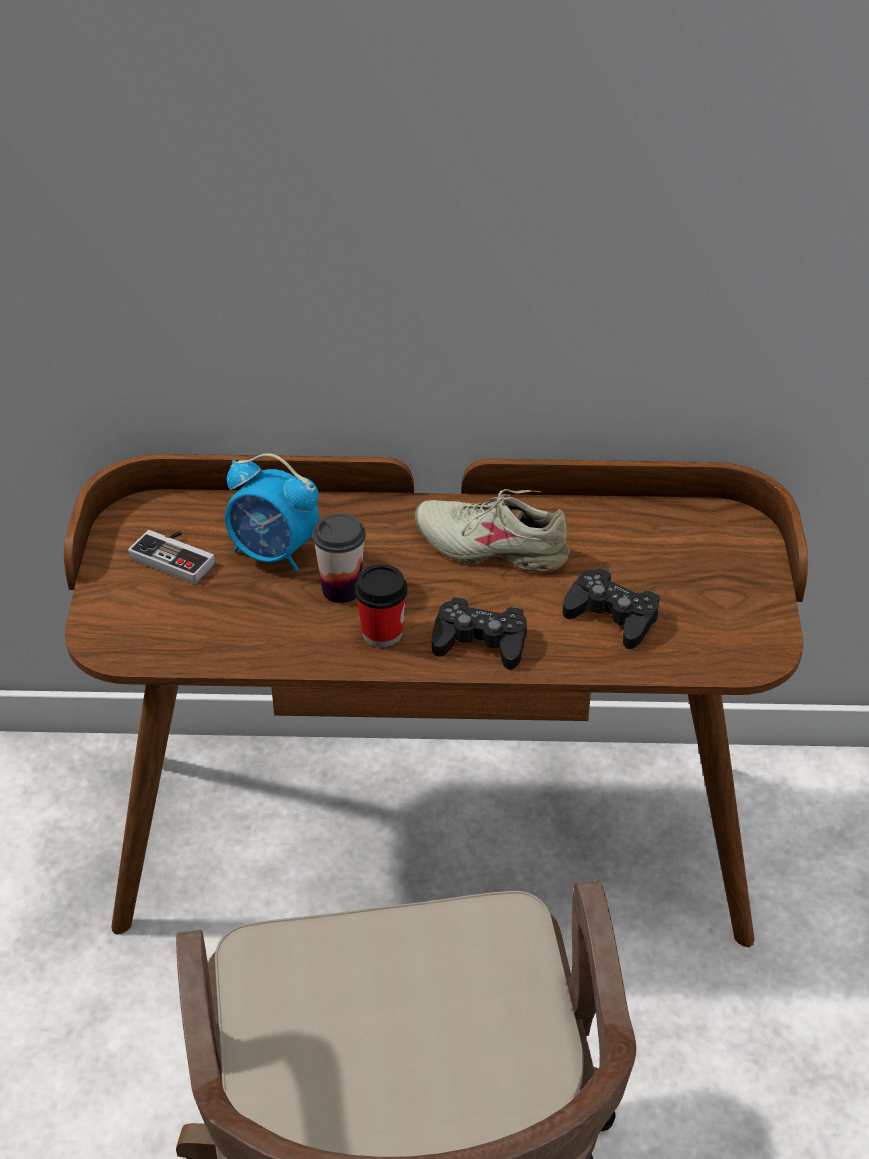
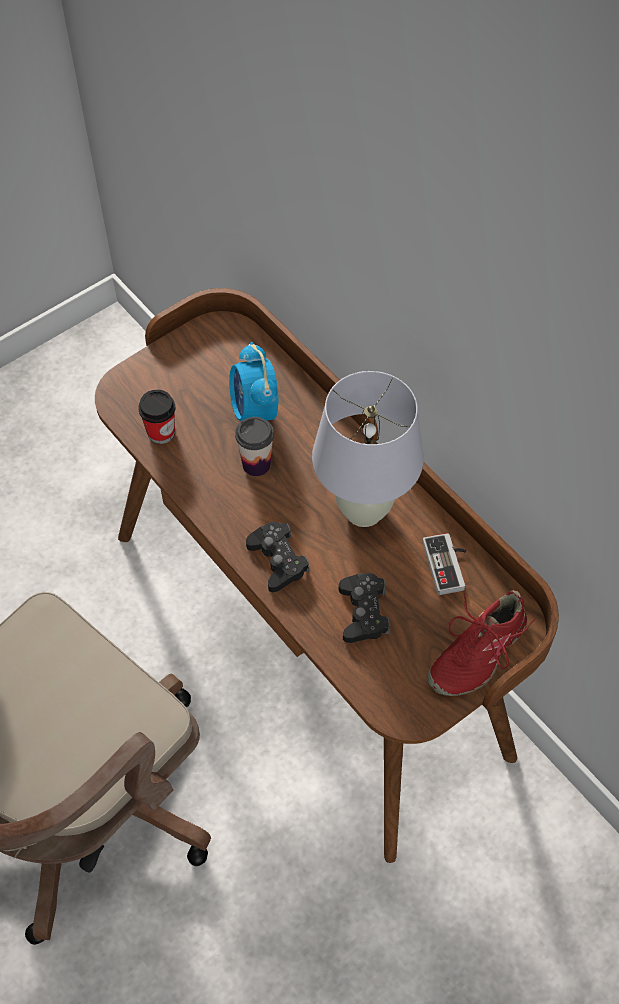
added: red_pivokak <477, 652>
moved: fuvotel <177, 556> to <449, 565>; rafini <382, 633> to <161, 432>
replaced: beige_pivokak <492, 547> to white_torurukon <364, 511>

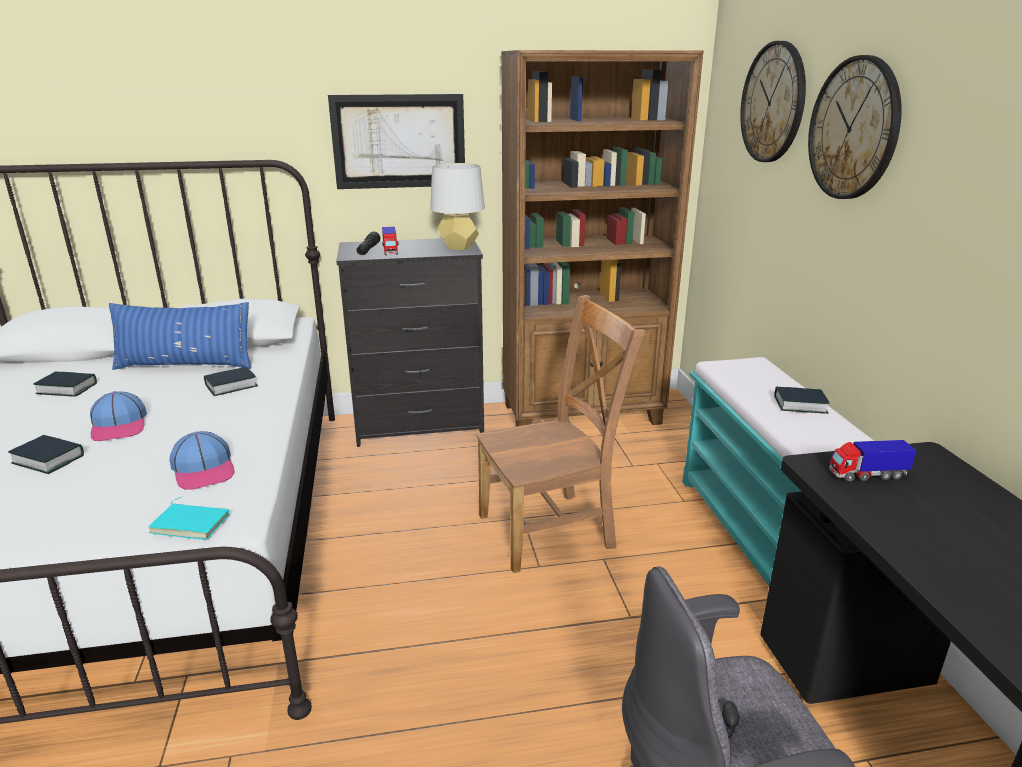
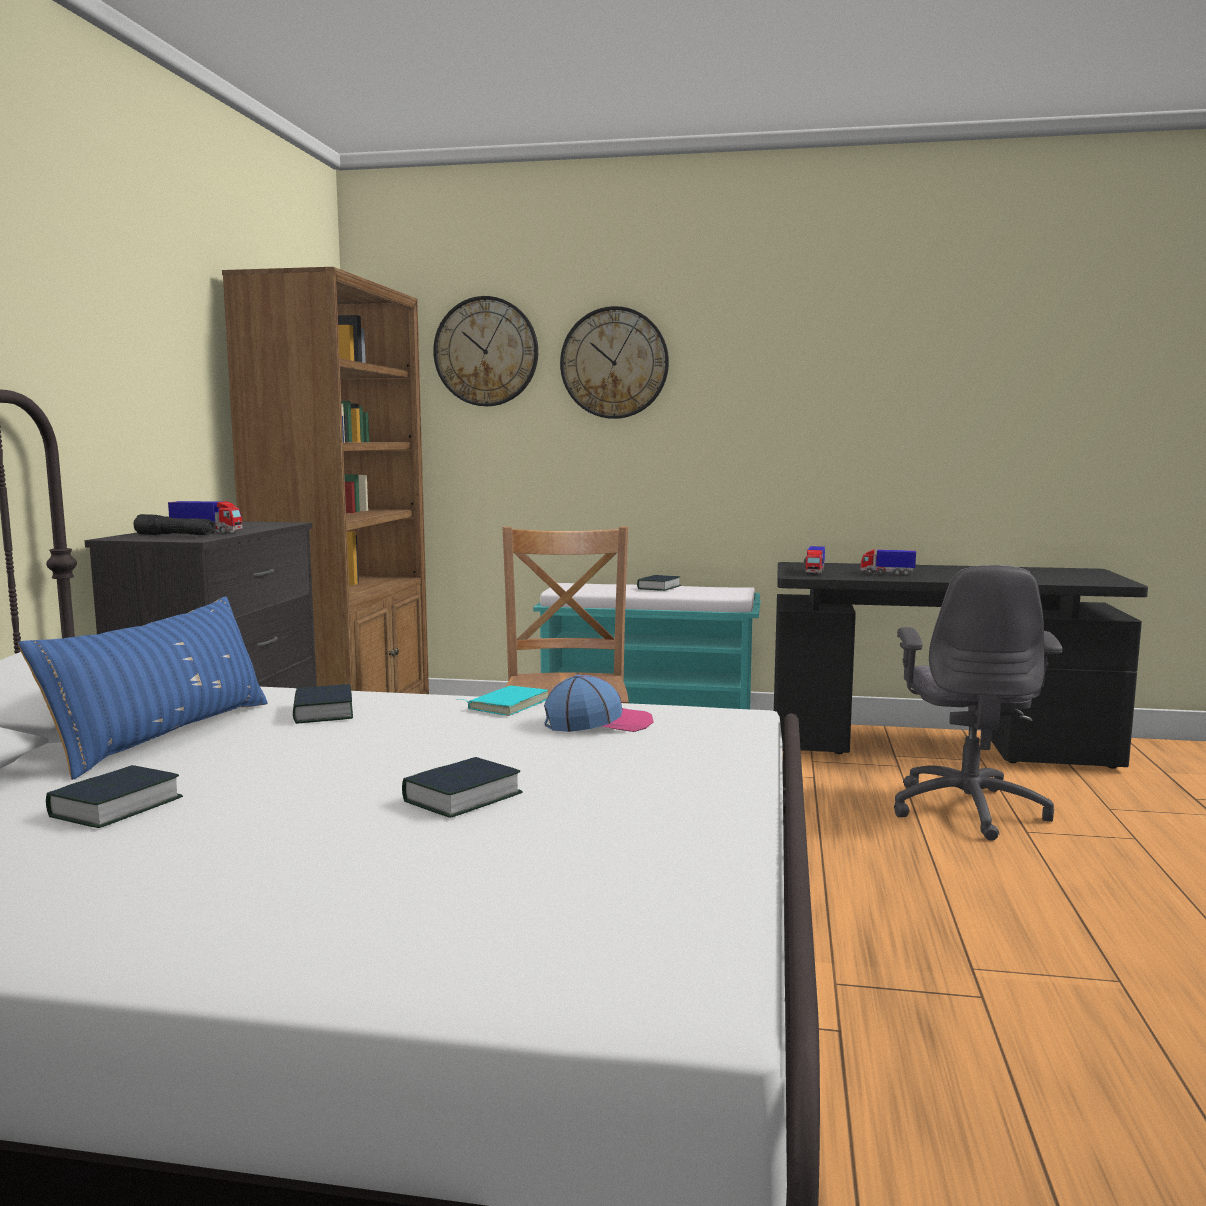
removed: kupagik <120, 426>; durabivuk <399, 141>; grey_torurukon <458, 247>
added: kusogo <887, 574>
moved: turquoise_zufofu <192, 523> to <507, 704>

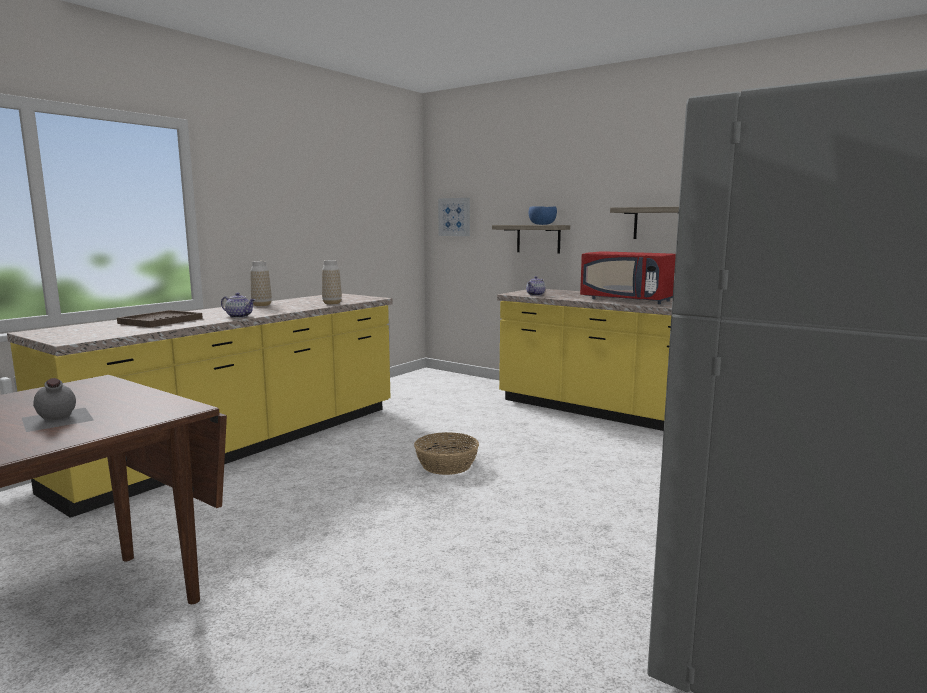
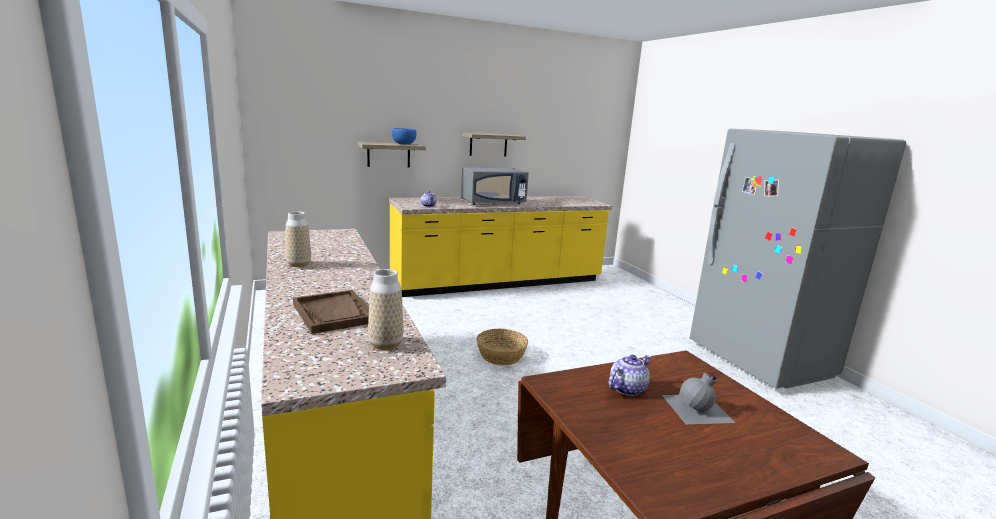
removed: durabivuk <454, 217>
moved: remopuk <239, 316> to <627, 388>; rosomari <332, 303> to <385, 344>
recoloured: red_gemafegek <627, 300> to grey_gemafegek <493, 203>

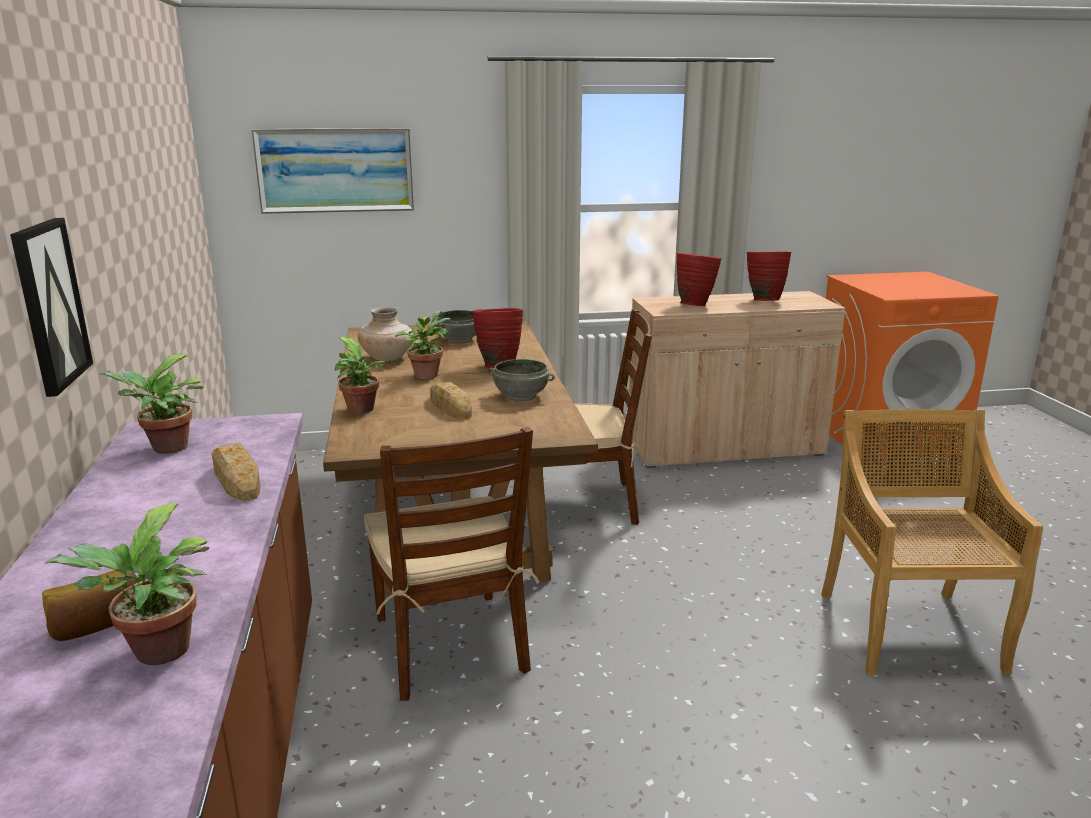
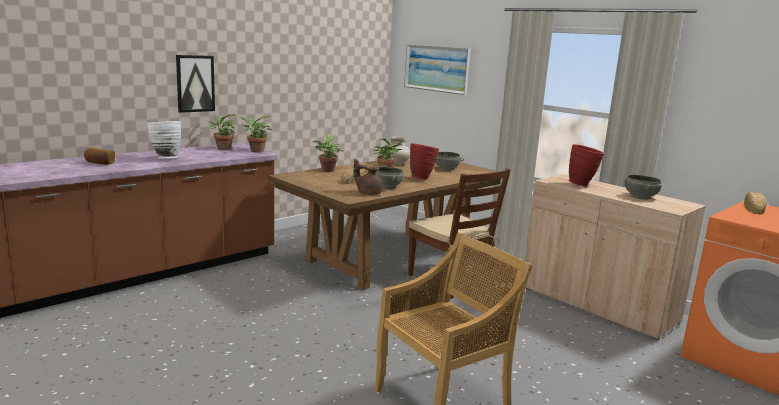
removed: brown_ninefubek <450, 644>
added: white_rosomari <165, 158>; brown_remopuk <368, 193>
moved: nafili <156, 654> to <255, 151>; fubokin <237, 479> to <754, 208>
replaced: red_rosomari <763, 300> to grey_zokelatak <640, 196>

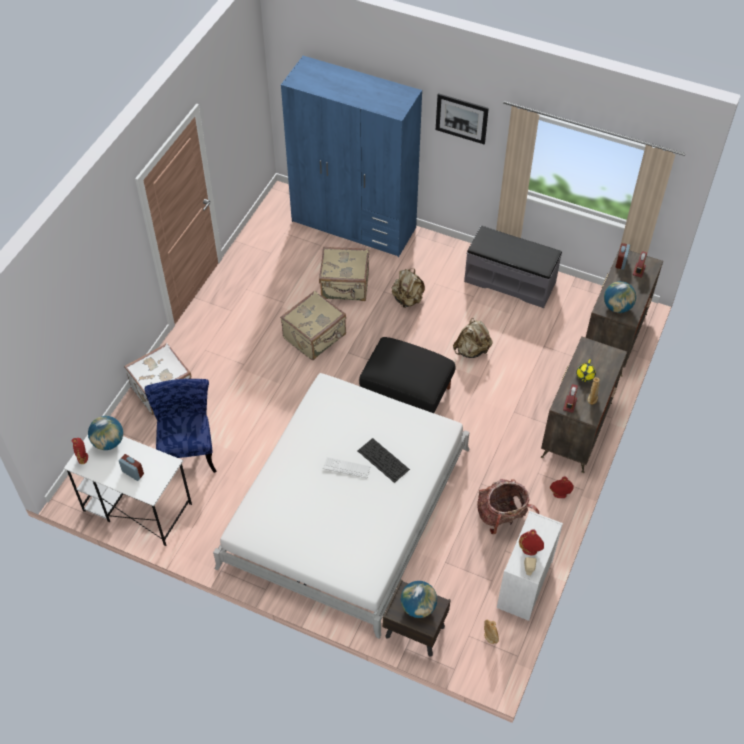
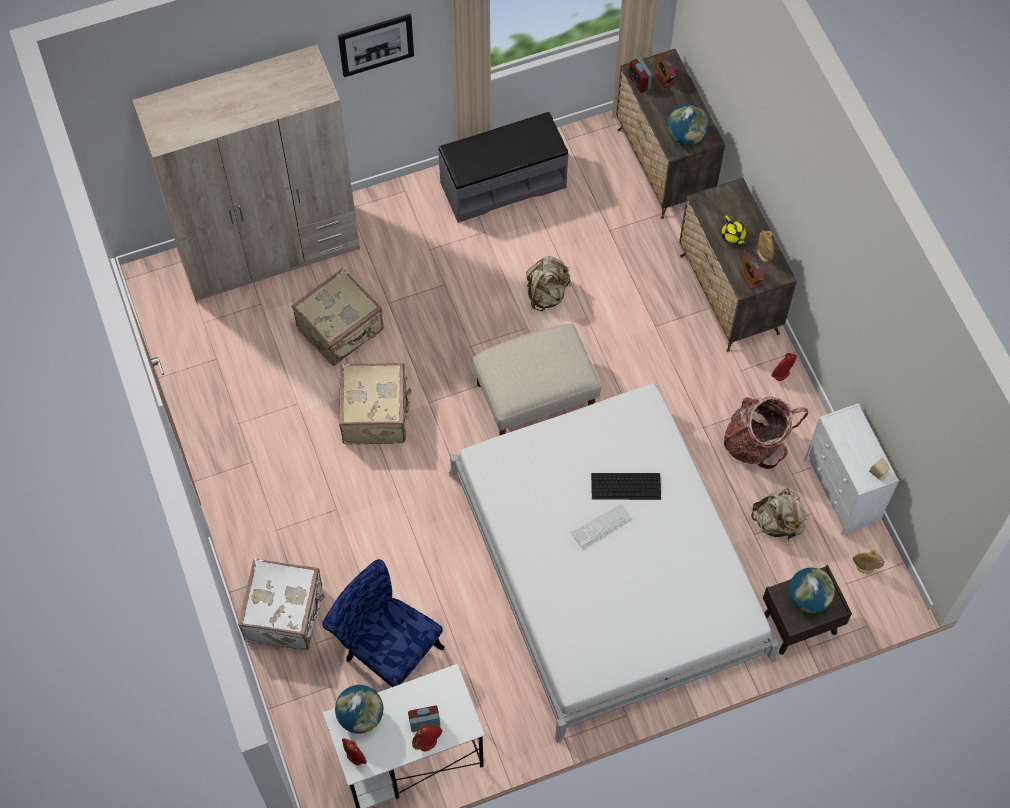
moved: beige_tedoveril <407, 299> to <777, 523>; red_rosomari <529, 550> to <427, 743>
recoloured: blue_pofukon <354, 225> to beige_pofukon <269, 250>; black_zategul <406, 393> to beige_zategul <534, 396>

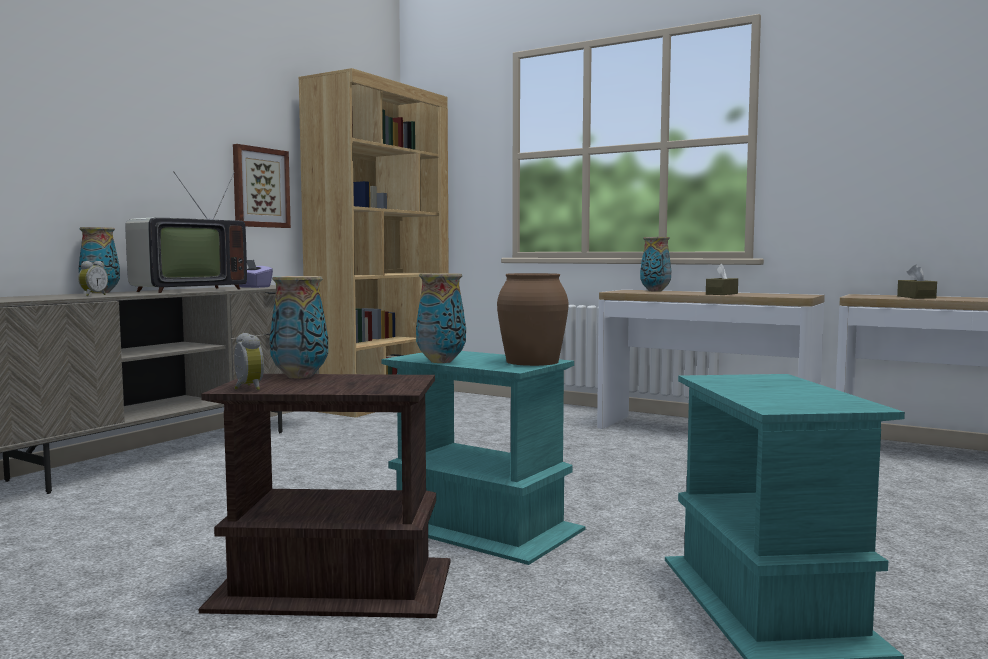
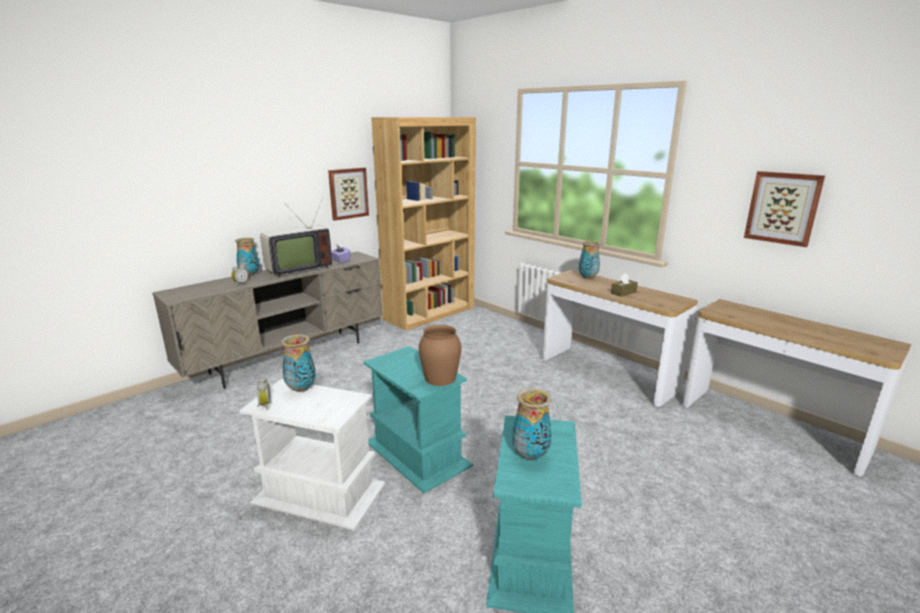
removed: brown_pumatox <916, 297>
added: durabivuk <783, 208>
moved: rosomari <441, 361> to <530, 455>
recoloured: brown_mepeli <336, 585> to white_mepeli <321, 493>

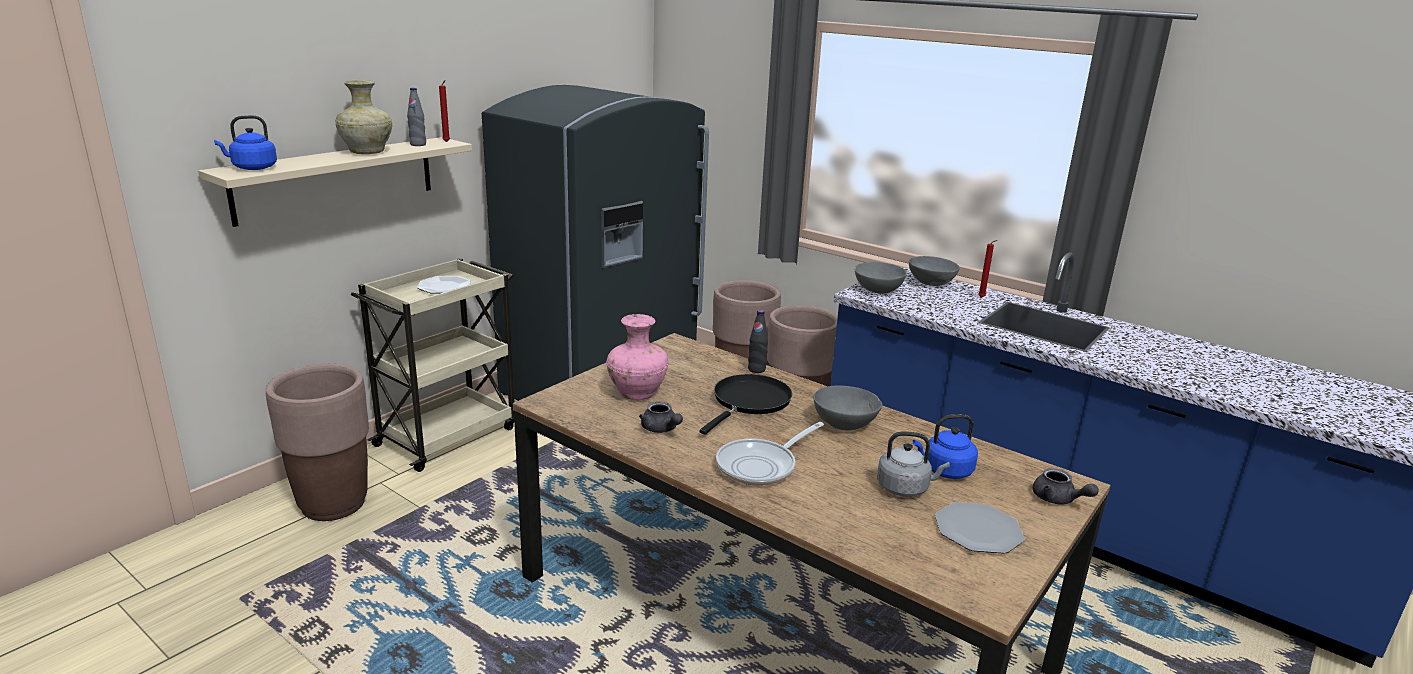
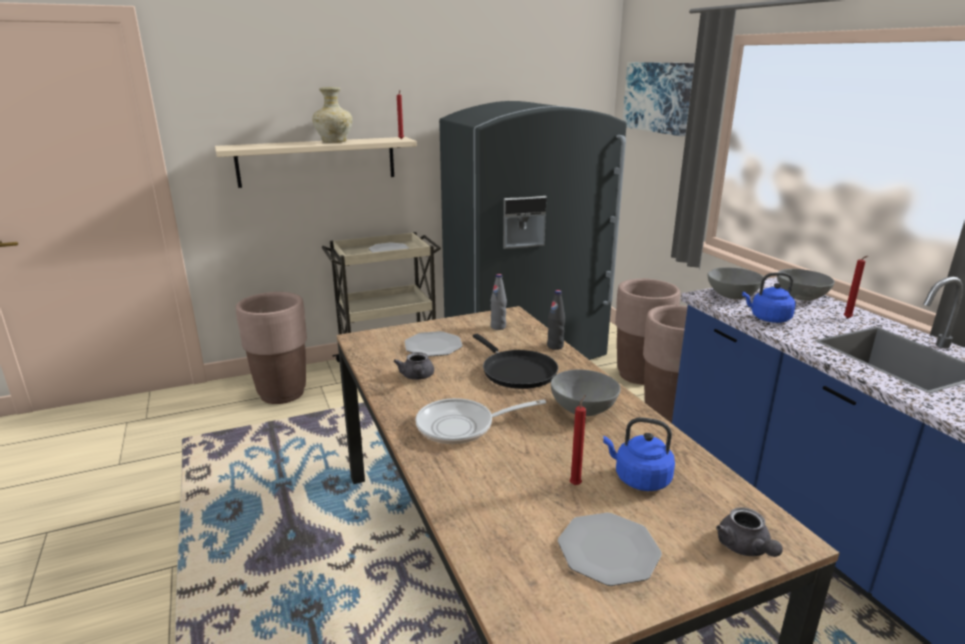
added: durabivuk <658, 97>
moved: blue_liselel <252, 168> to <768, 318>; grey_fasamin <418, 145> to <498, 327>
replaced: pink_rosomari <638, 393> to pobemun <433, 346>; grey_liselel <905, 488> to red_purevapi <576, 484>
turned: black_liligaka <749, 402> = <516, 371> 90 degrees clockwise

